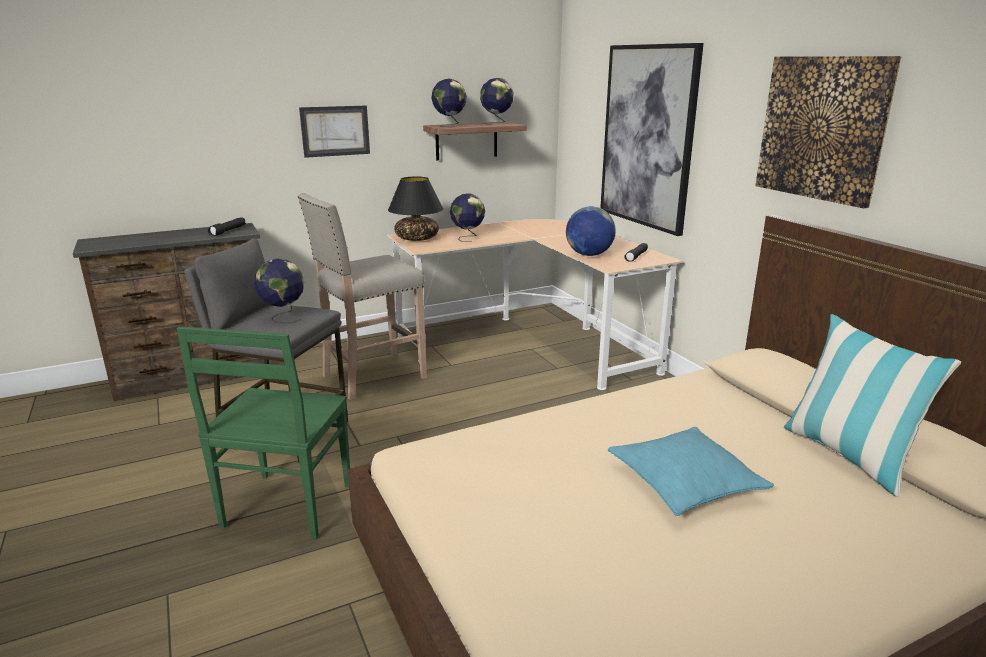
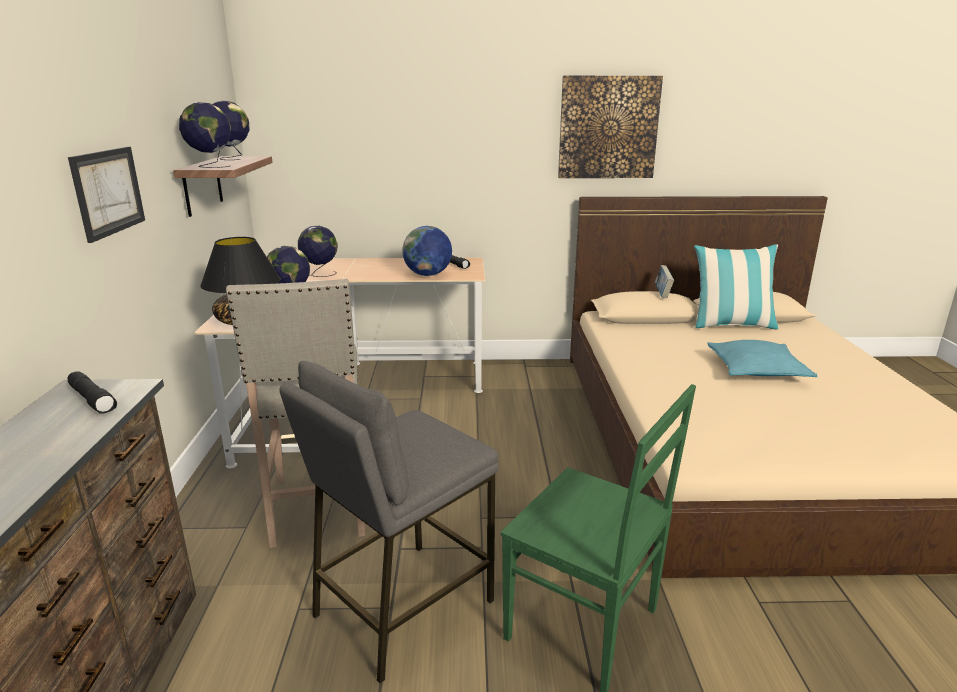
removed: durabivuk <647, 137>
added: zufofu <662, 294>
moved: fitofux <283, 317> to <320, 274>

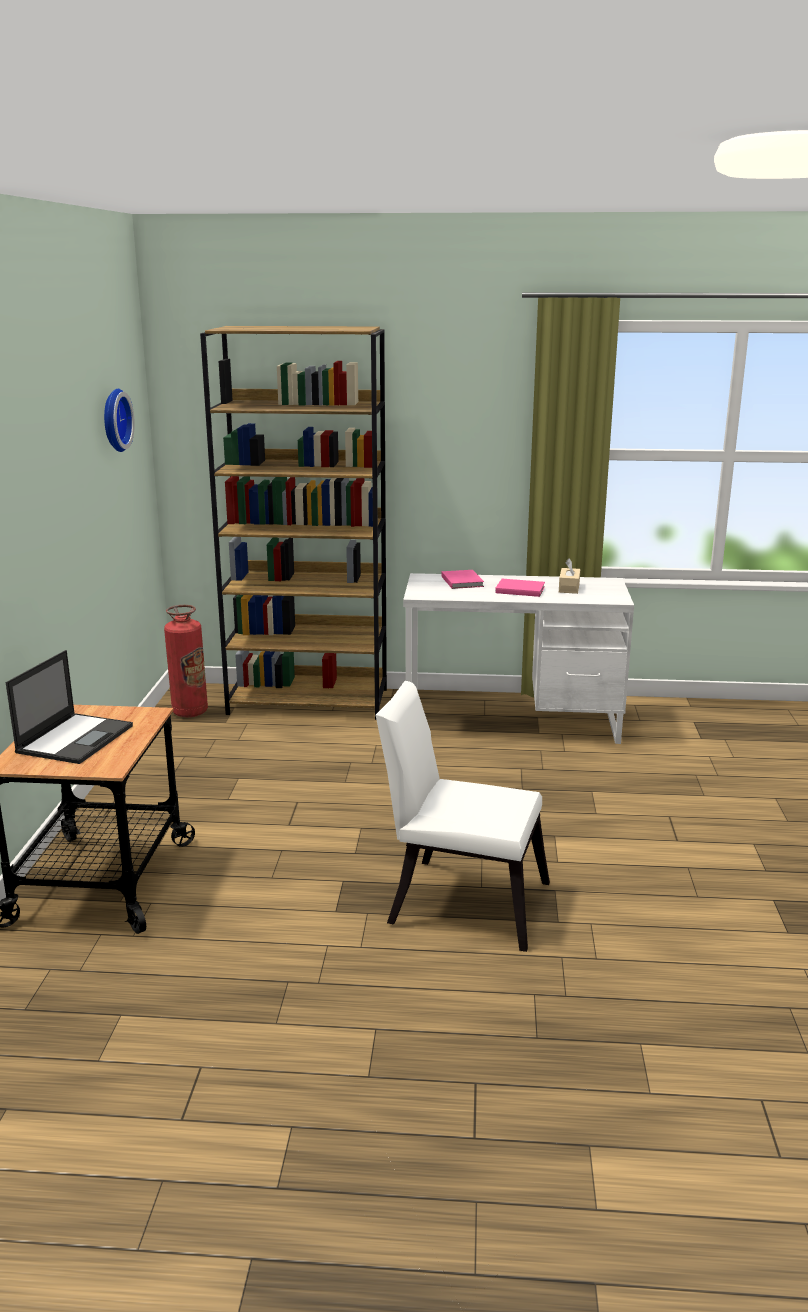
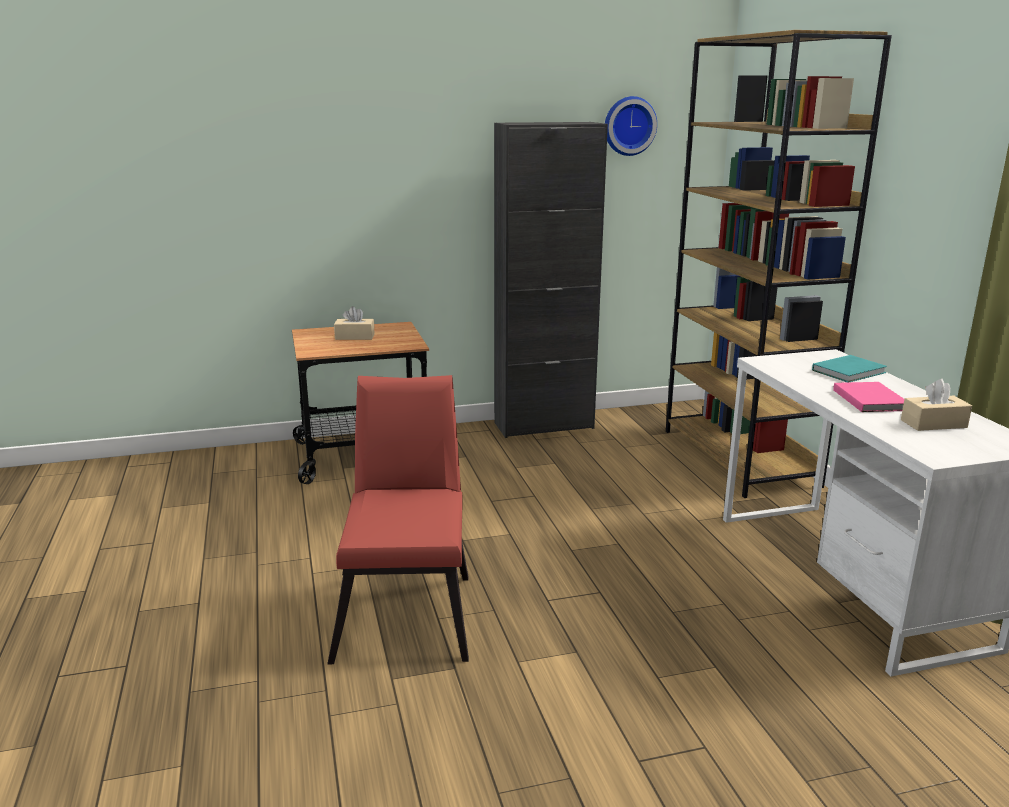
removed: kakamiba <190, 712>
added: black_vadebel <544, 425>
replaced: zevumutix <76, 738> to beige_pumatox <355, 337>
recoloured: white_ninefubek <460, 899> to red_ninefubek <407, 610>; pink_zufofu <462, 581> to turquoise_zufofu <850, 371>

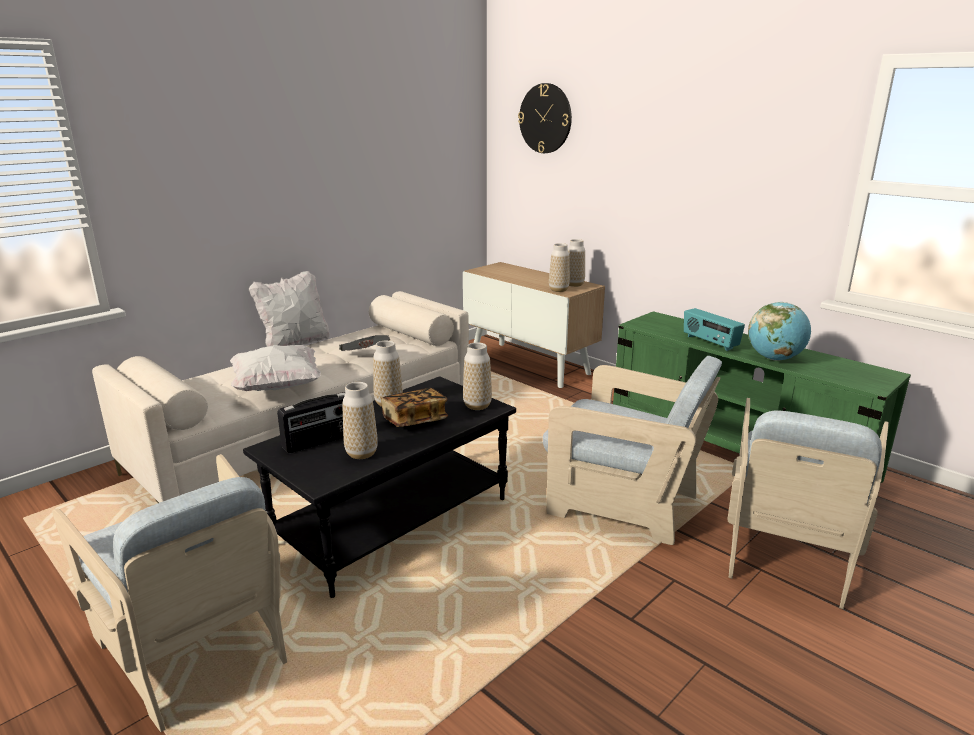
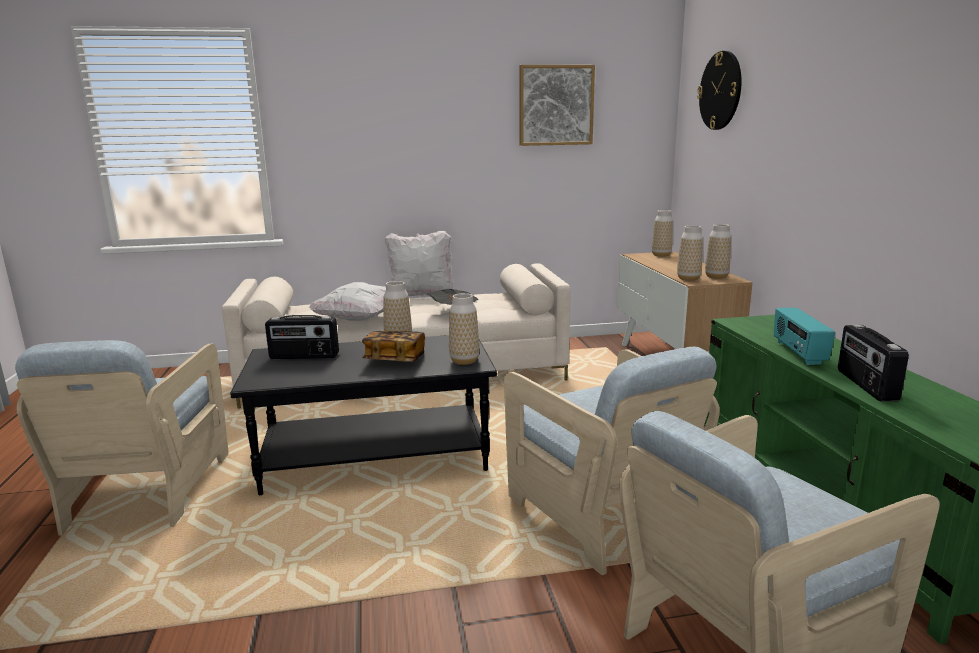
added: durabivuk <556, 105>
moved: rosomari <361, 453> to <661, 255>
replaced: fitofux <774, 358> to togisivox <865, 385>

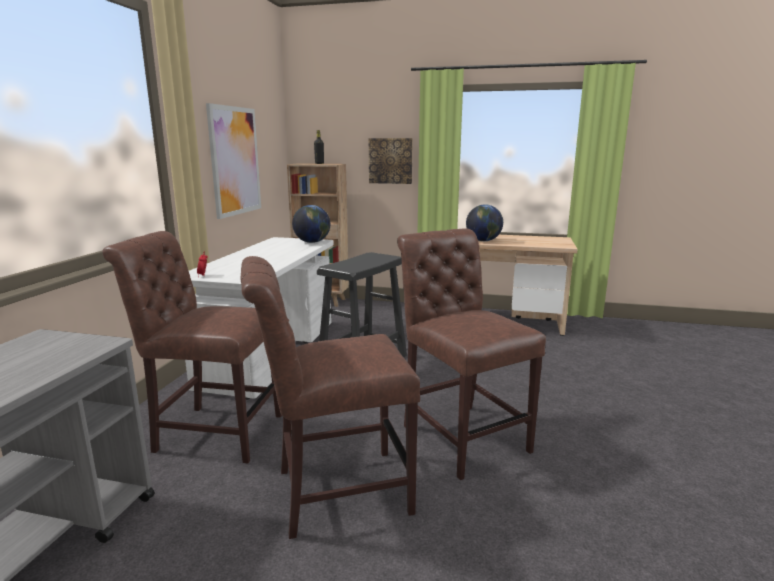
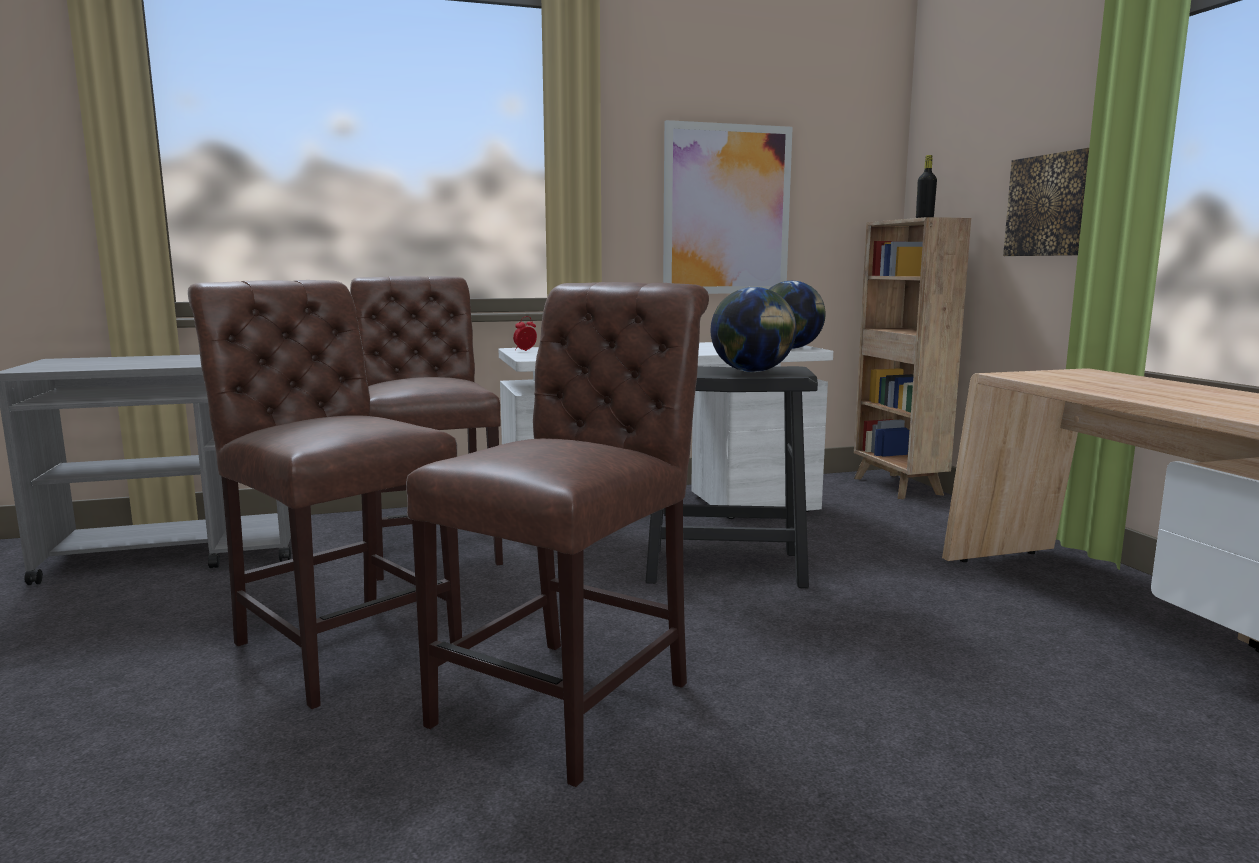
moved: fitofux <483, 241> to <752, 371>

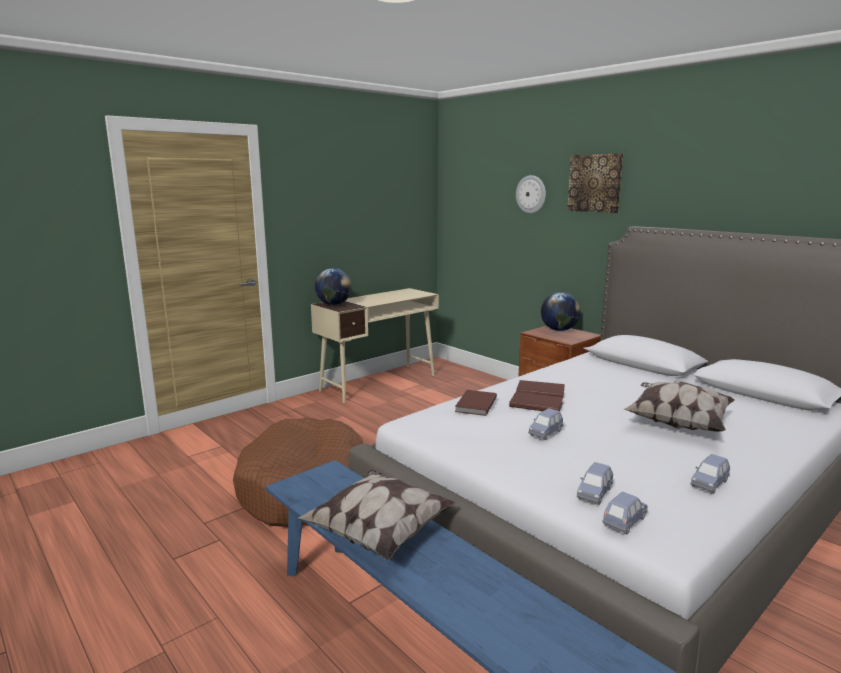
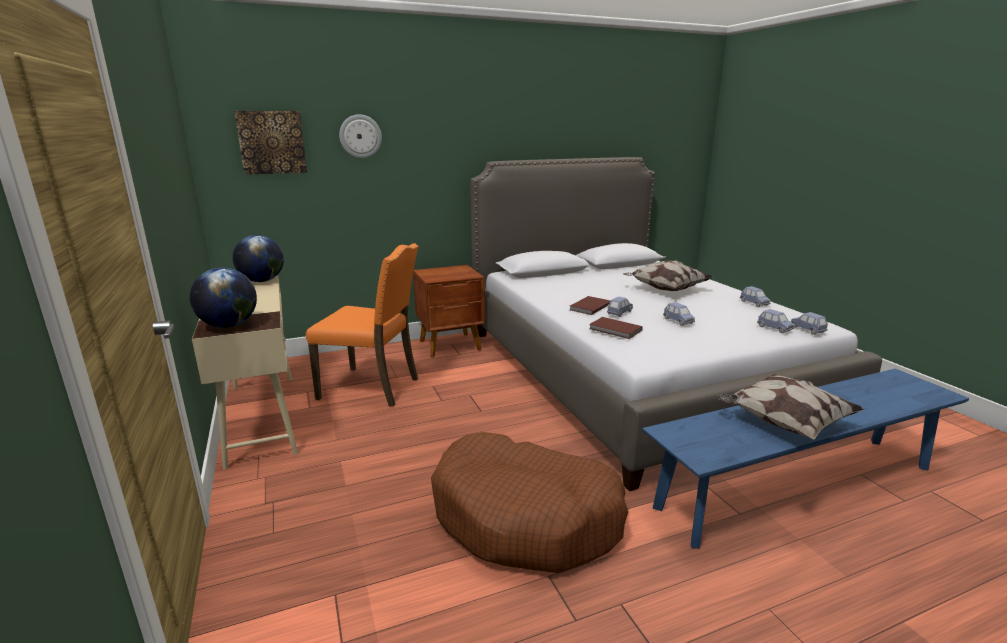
added: orange_ninefubek <372, 388>
moved: fitofux <559, 330> to <262, 281>; durabivuk <595, 183> to <272, 142>
replaced: brown_zufofu <535, 404> to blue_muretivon <619, 313>

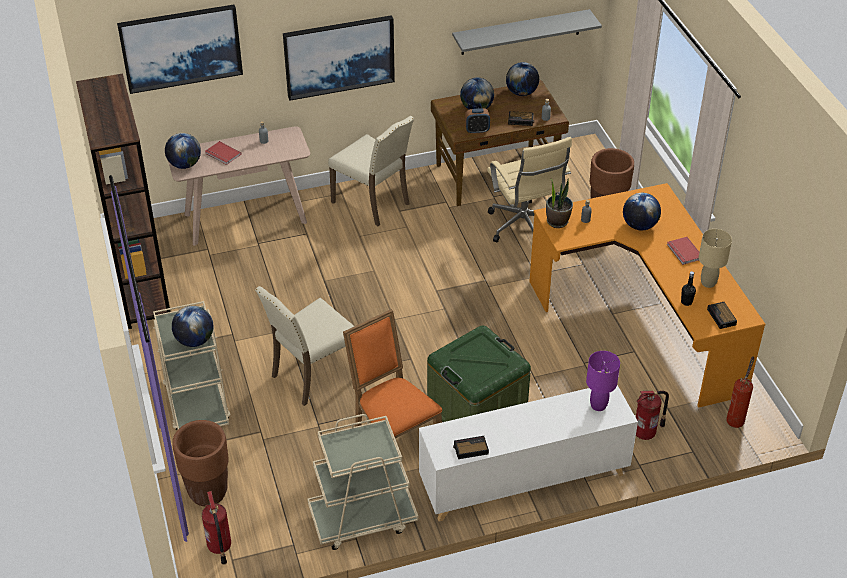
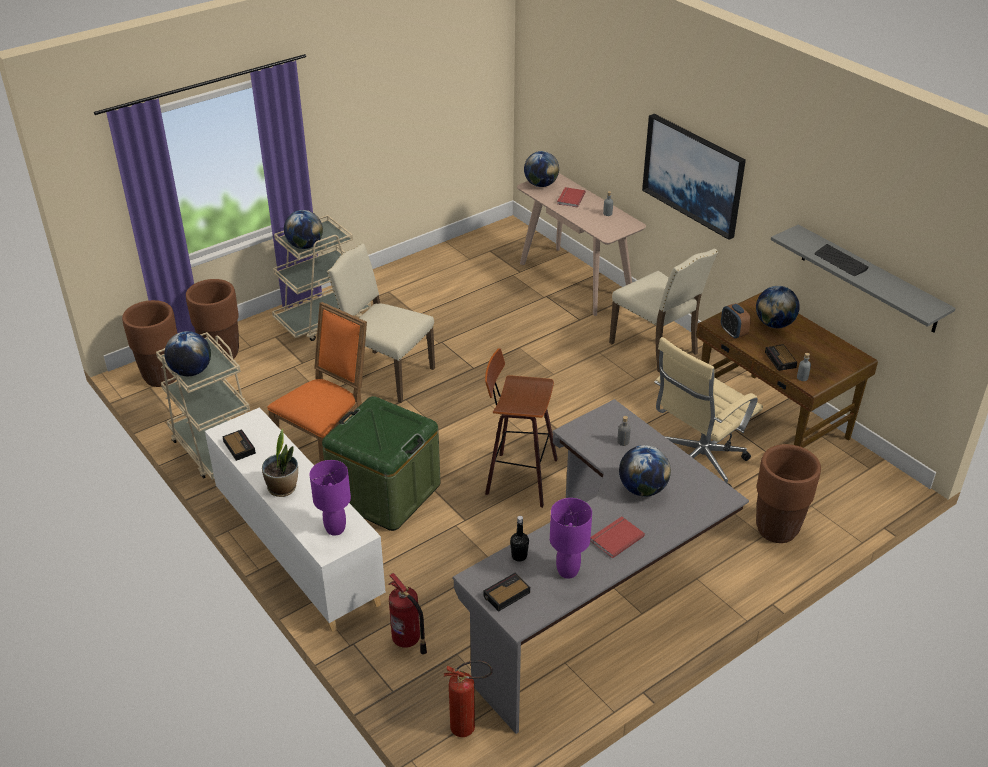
removed: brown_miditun <142, 289>; durabivuk <181, 47>
added: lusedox <518, 477>; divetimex <840, 261>
moved: fitofux <521, 93> to <191, 371>; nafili <557, 221> to <283, 488>
replaced: kakamiba <219, 547> to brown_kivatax <162, 377>
recoloured: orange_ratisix <644, 321> to grey_ratisix <599, 602>; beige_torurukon <708, 282> to purple_torurukon <568, 571>
turned: beige_ninefubek <373, 203> = <656, 348> 60 degrees counterclockwise

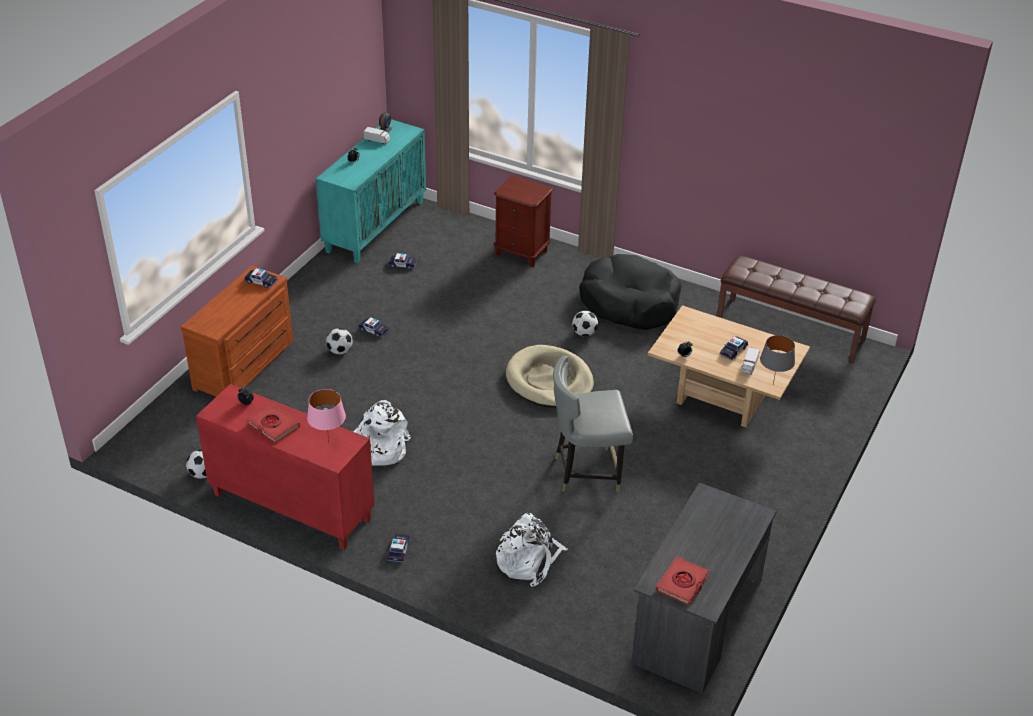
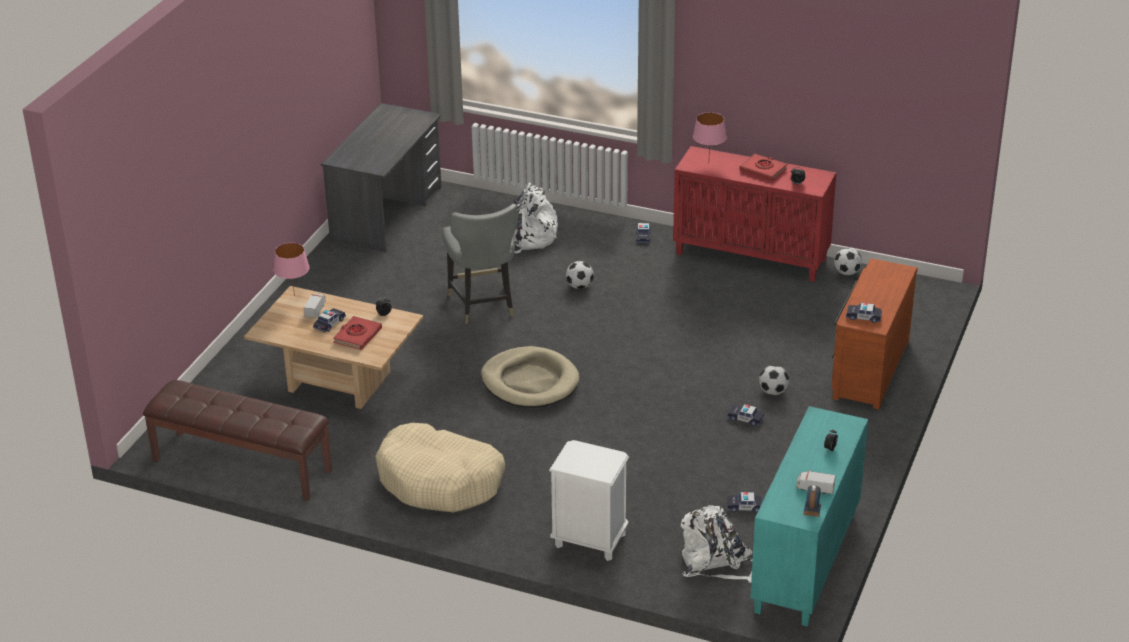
moved: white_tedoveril <379, 449> to <715, 563>; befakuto <584, 333> to <579, 286>; red_zufofu <682, 583> to <357, 336>
recoloured: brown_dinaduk <521, 252> to white_dinaduk <590, 540>; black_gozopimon <629, 303> to beige_gozopimon <440, 481>; grey_torurukon <773, 384> to pink_torurukon <294, 296>
turned: grey_ninefubek <587, 471> = <483, 304> 90 degrees clockwise

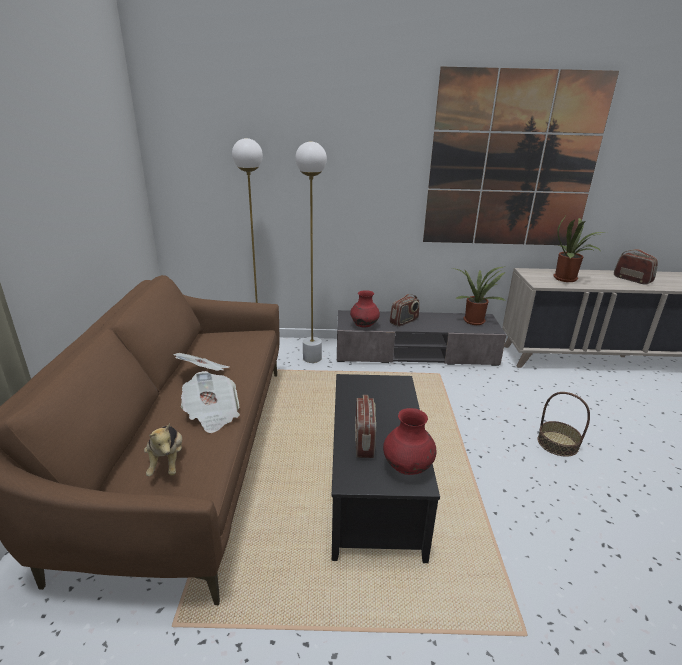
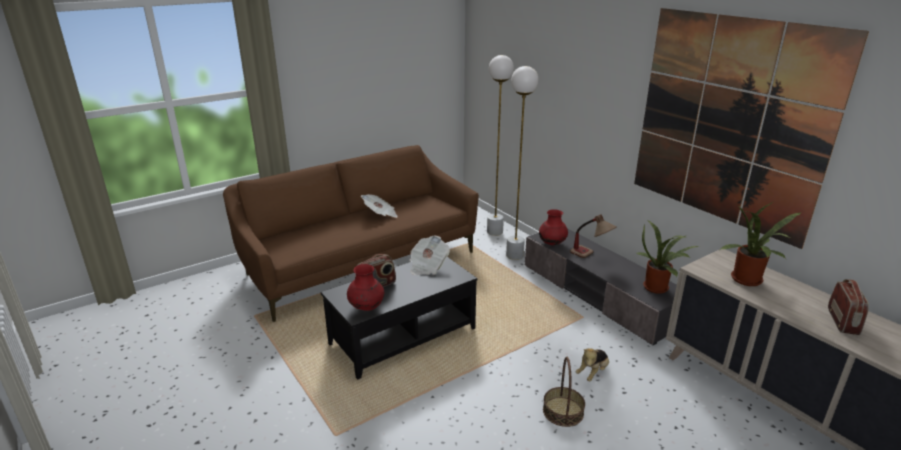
moved: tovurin <167, 462> to <593, 372>; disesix <212, 414> to <427, 266>
replaced: togisivox <404, 321> to torurukon <591, 256>

